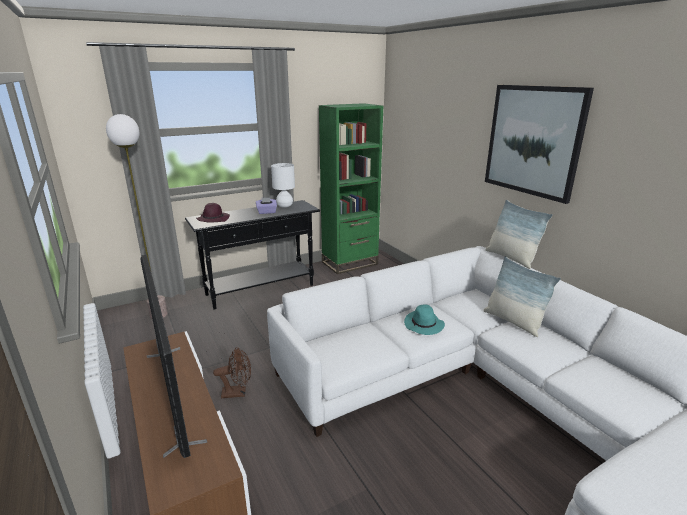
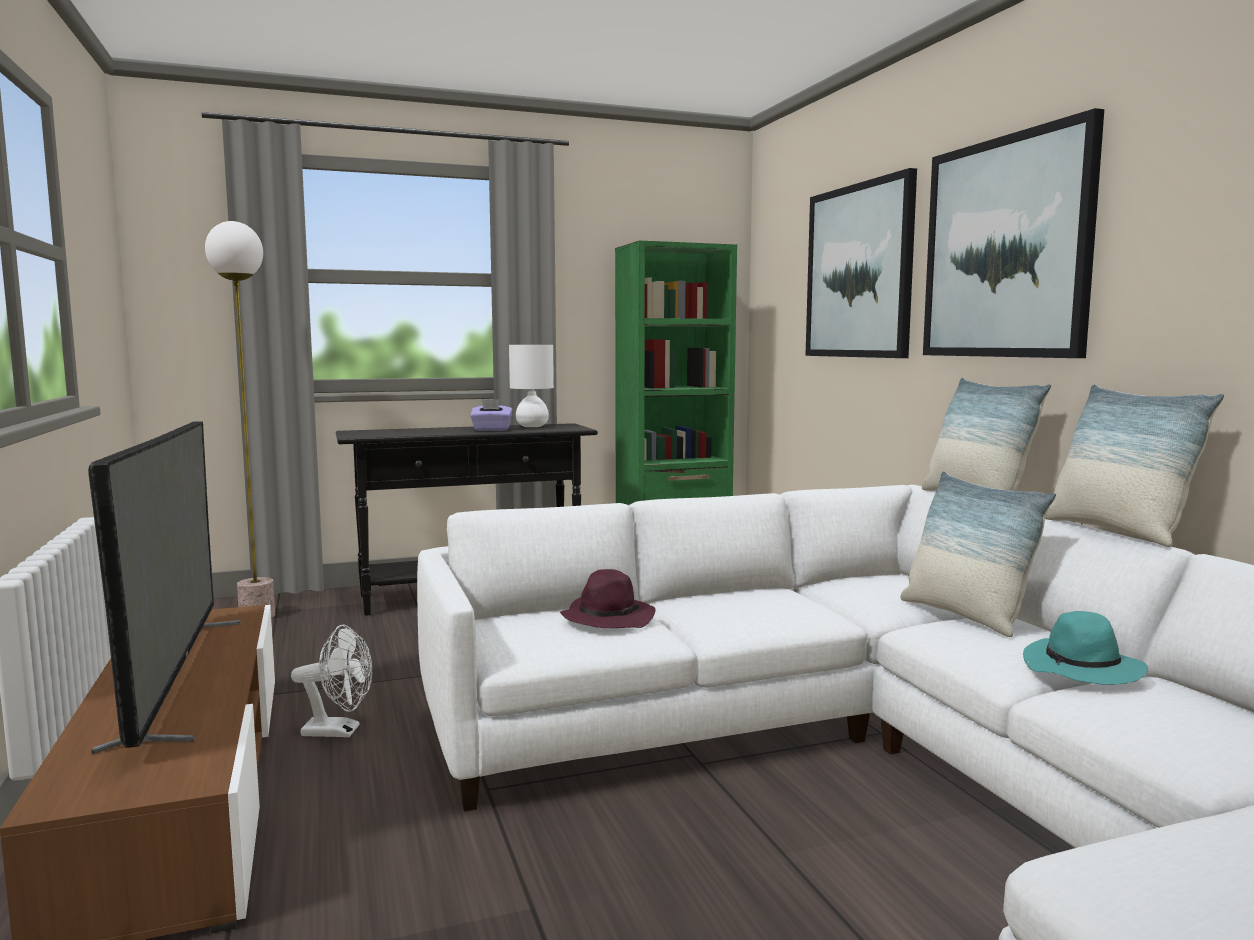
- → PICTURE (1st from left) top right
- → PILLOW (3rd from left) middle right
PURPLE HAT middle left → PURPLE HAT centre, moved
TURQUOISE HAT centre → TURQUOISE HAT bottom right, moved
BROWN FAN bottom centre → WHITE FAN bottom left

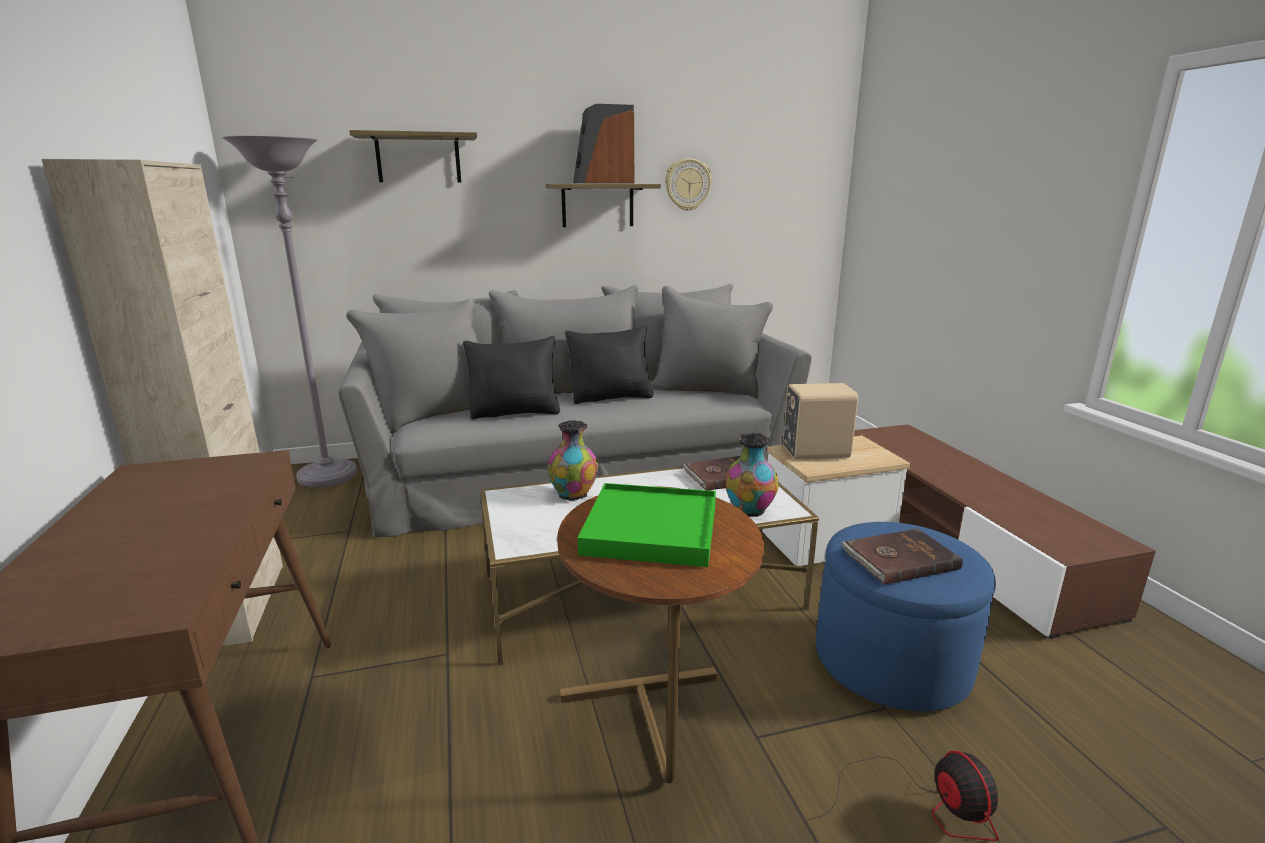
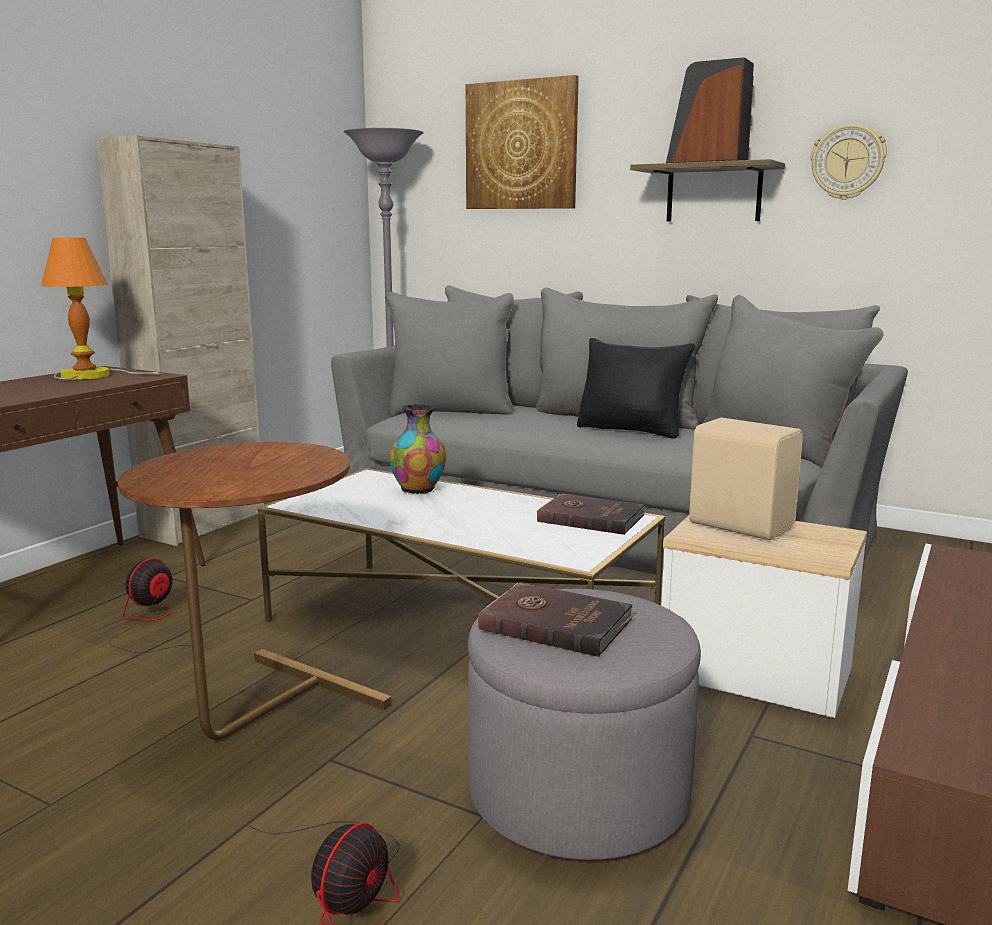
BLACK PILLOW (1st from left) centre → -
GREEN TRAY centre → -
VASE (2nd from left) centre → -
- → TABLE LAMP middle left
- → FAN (1st from left) middle left
SHELF (1st from left) top left → PICTURE top centre
BLUE OTTOMAN bottom right → GREY OTTOMAN bottom centre

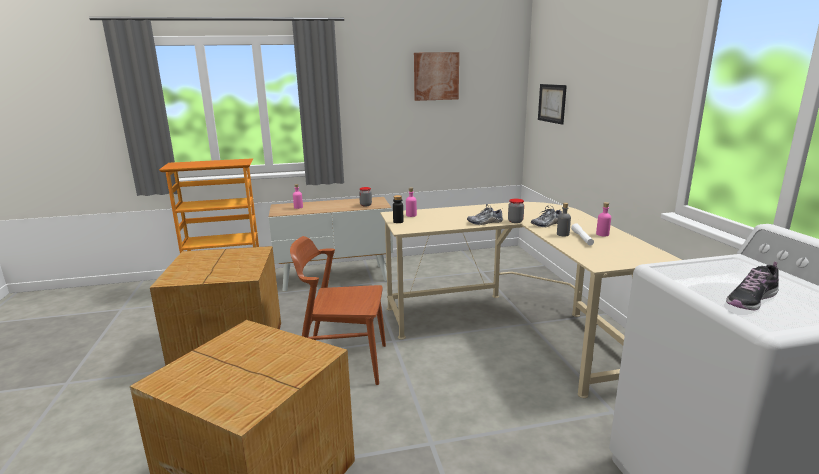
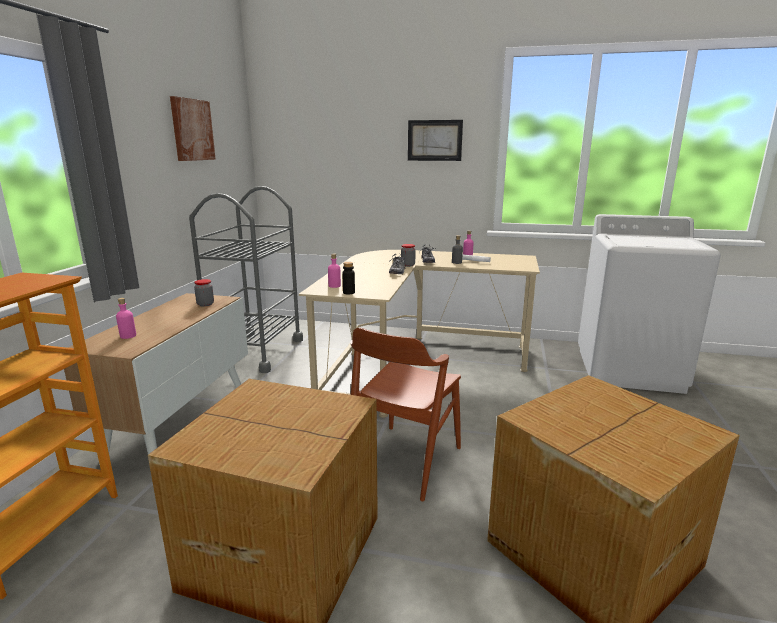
SHOE (3rd from left) middle right → -
- → GREY CART middle left
PICTURE (2nd from left) top right → PICTURE (2nd from left) top centre, moved

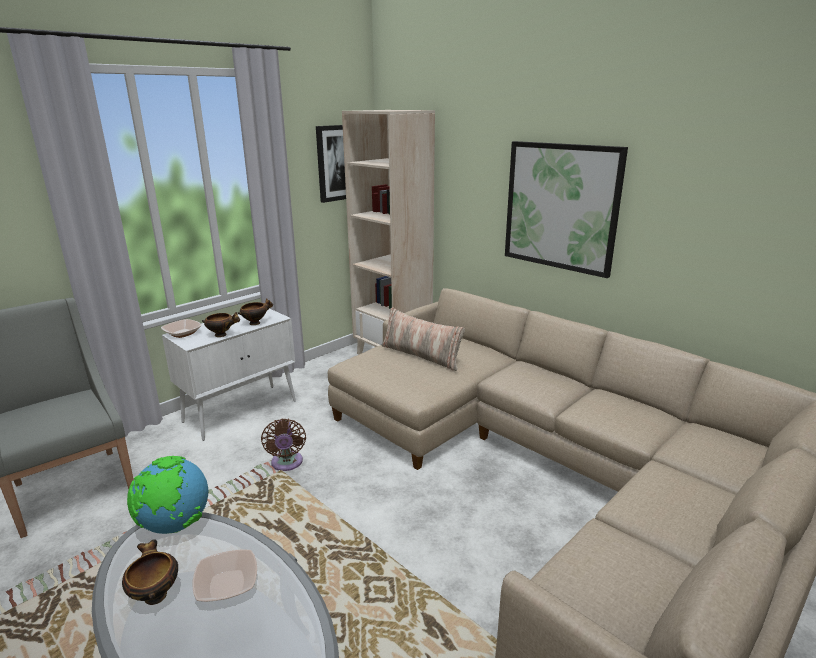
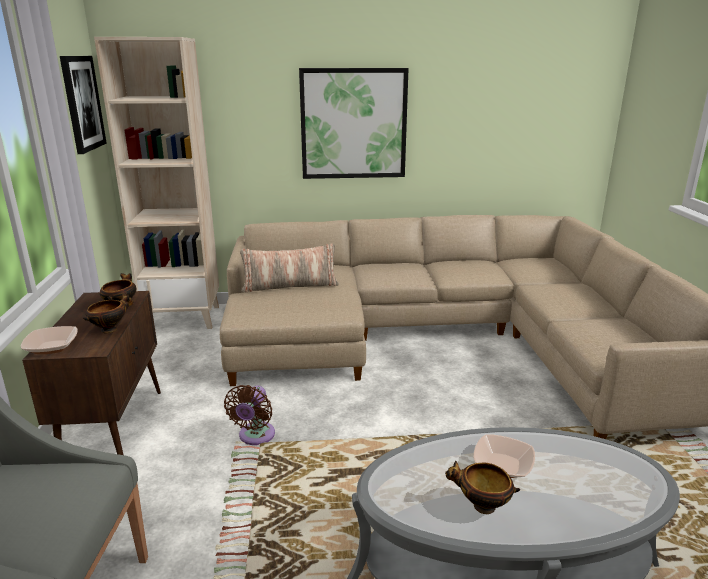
GLOBE bottom left → -
WHITE CABINET middle left → BROWN CABINET middle left
BROWN FAN bottom centre, 75 degrees clockwise

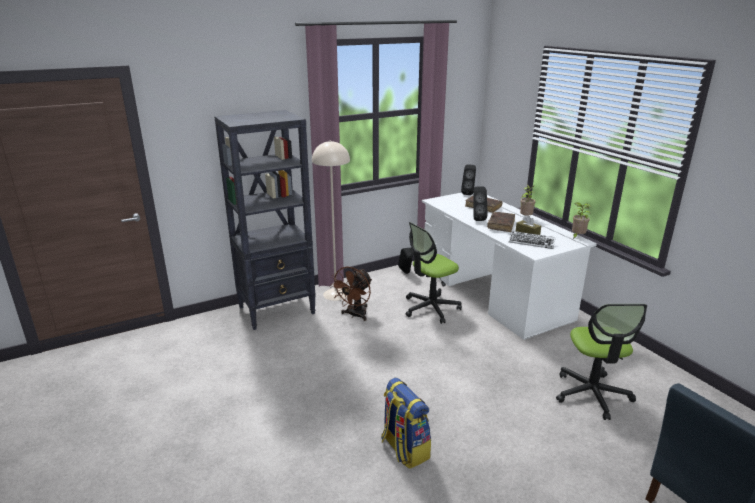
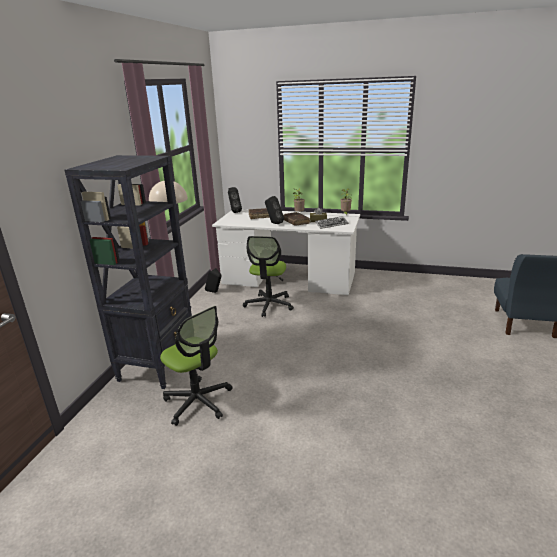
BROWN FAN centre → -
BACKPACK bottom centre → -
OFFICE CHAIR (2nd from left in the first image) bottom right → OFFICE CHAIR (1st from left) centre, moved

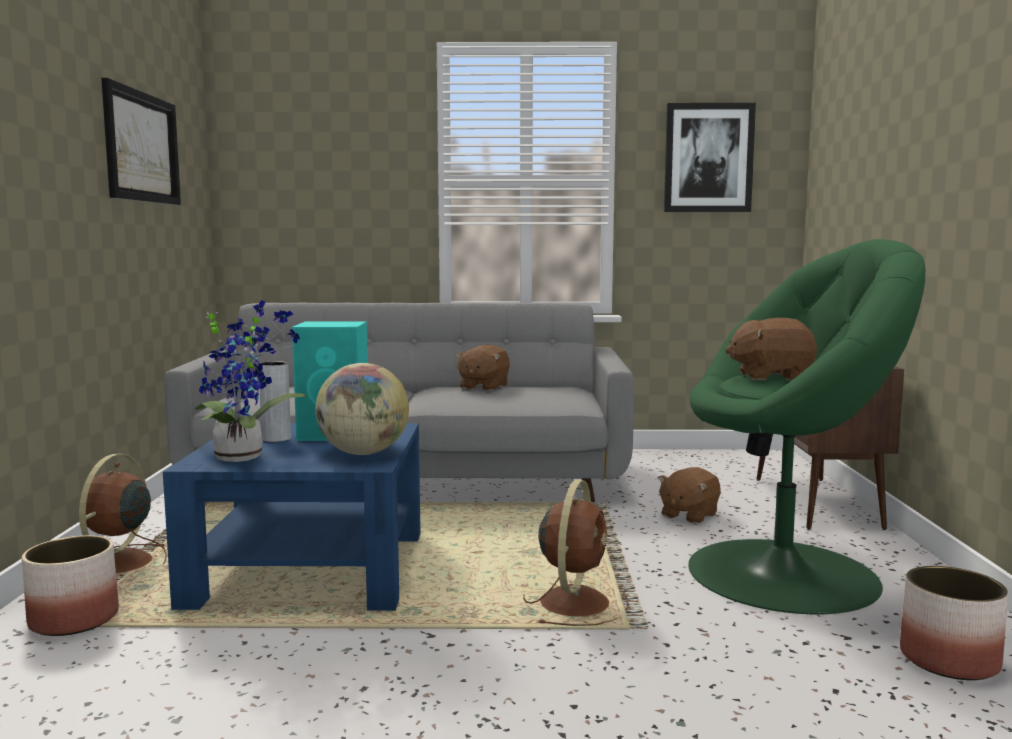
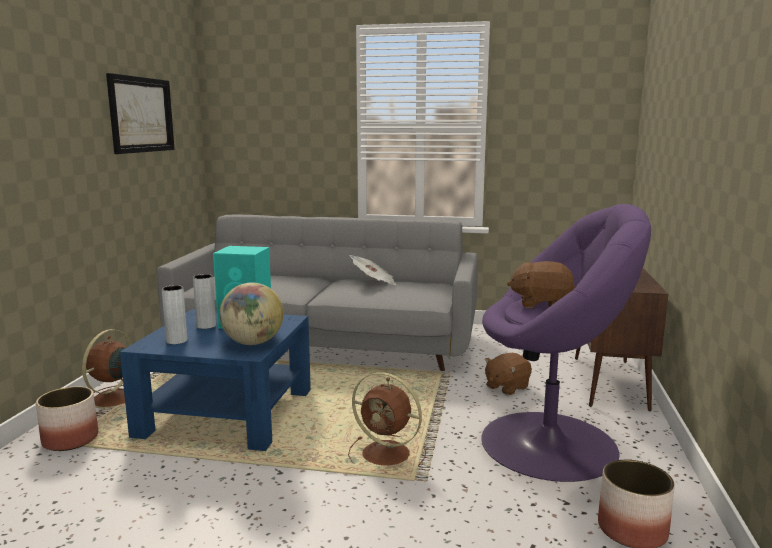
PICTURE (2nd from left) top right → -
POTTED PLANT middle left → GREY VASE (1st from left) middle left
BROWN PLUSH TOY (1st from left) centre → NEWSPAPER centre
GREEN ARMCHAIR middle right → PURPLE ARMCHAIR middle right
BROWN FAN (2nd from left) bottom centre, 90 degrees clockwise

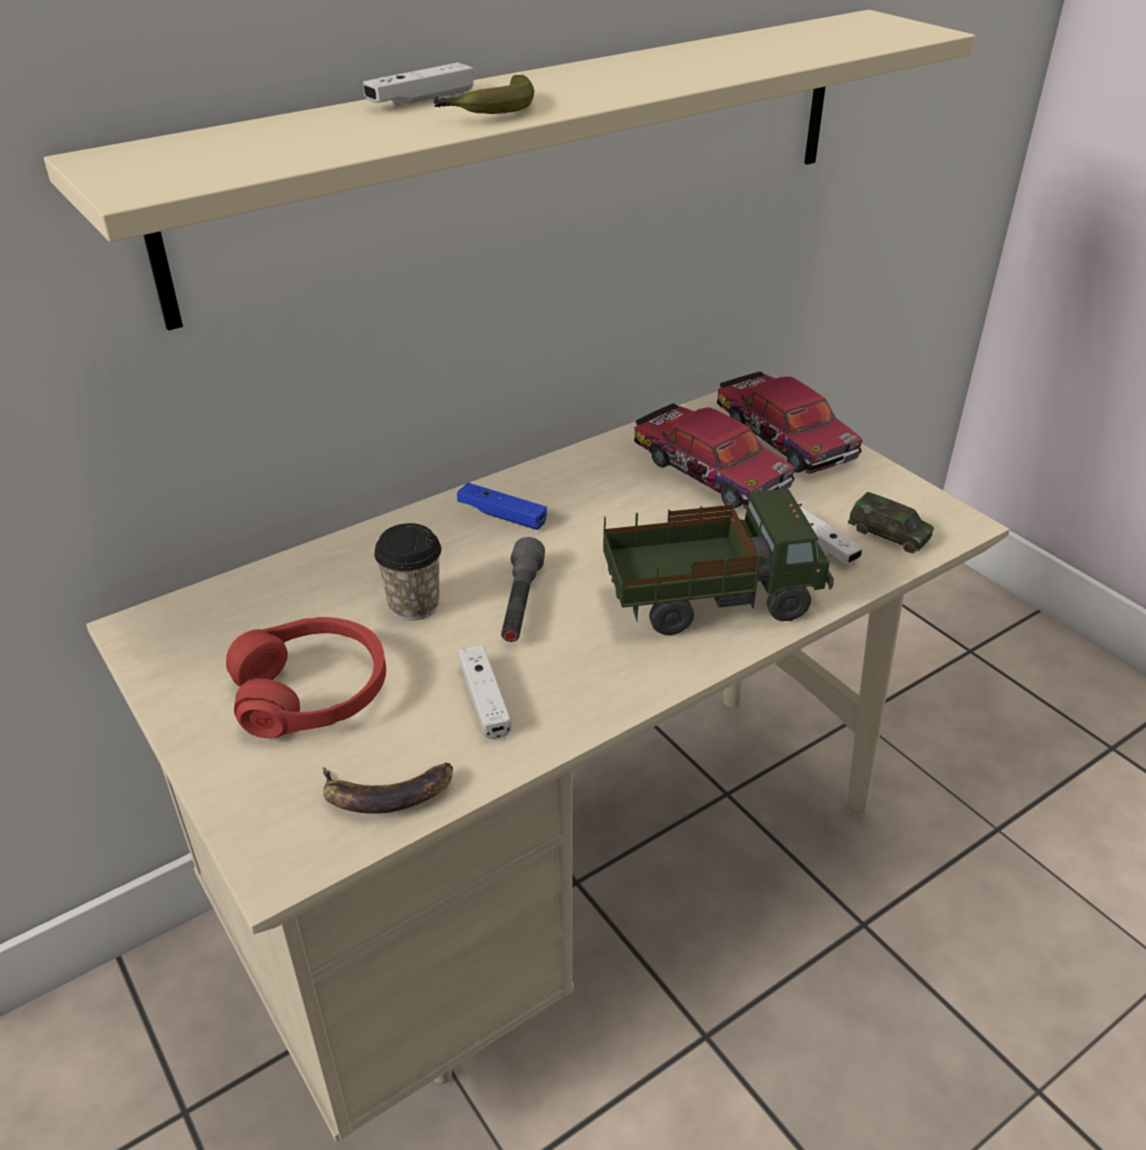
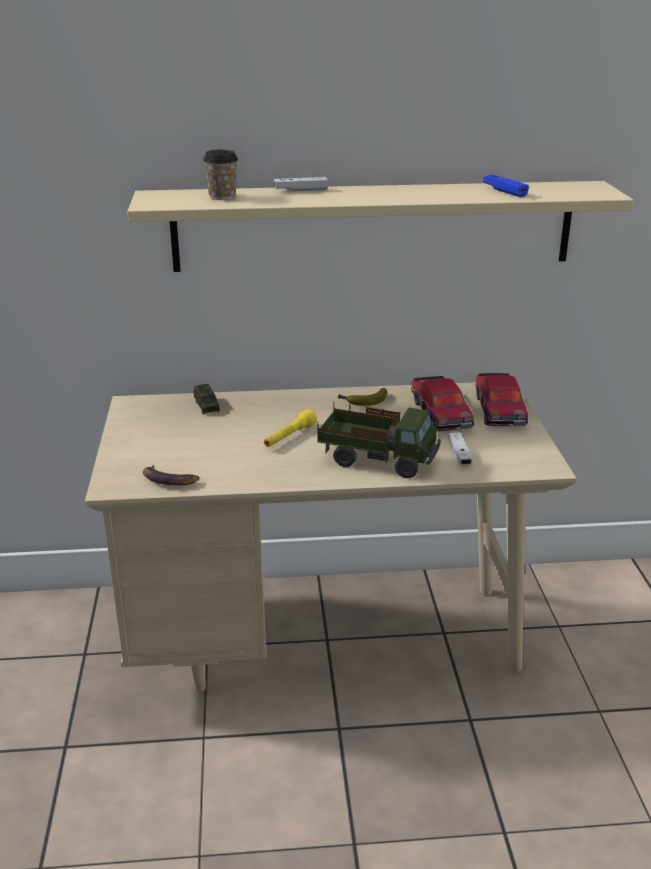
RED HEADPHONES middle left → -
WHITE GAME CONTROLLER (2nd from left) centre → -
CUP centre → CUP top centre, moved
BANANA (2nd from left) top centre → BANANA (2nd from left) centre, moved
BLUE GAME CONTROLLER centre → BLUE GAME CONTROLLER top right, moved
TOY CAR (3rd from left in the first image) middle right → TOY CAR (1st from left) middle left, moved
GREY FLASHLIGHT centre → YELLOW FLASHLIGHT centre

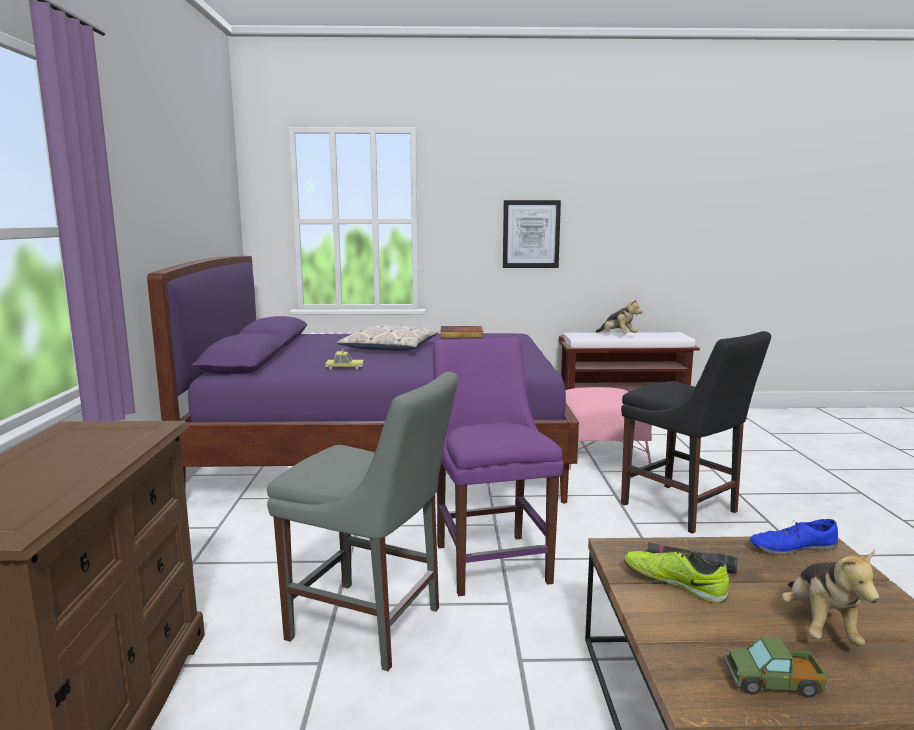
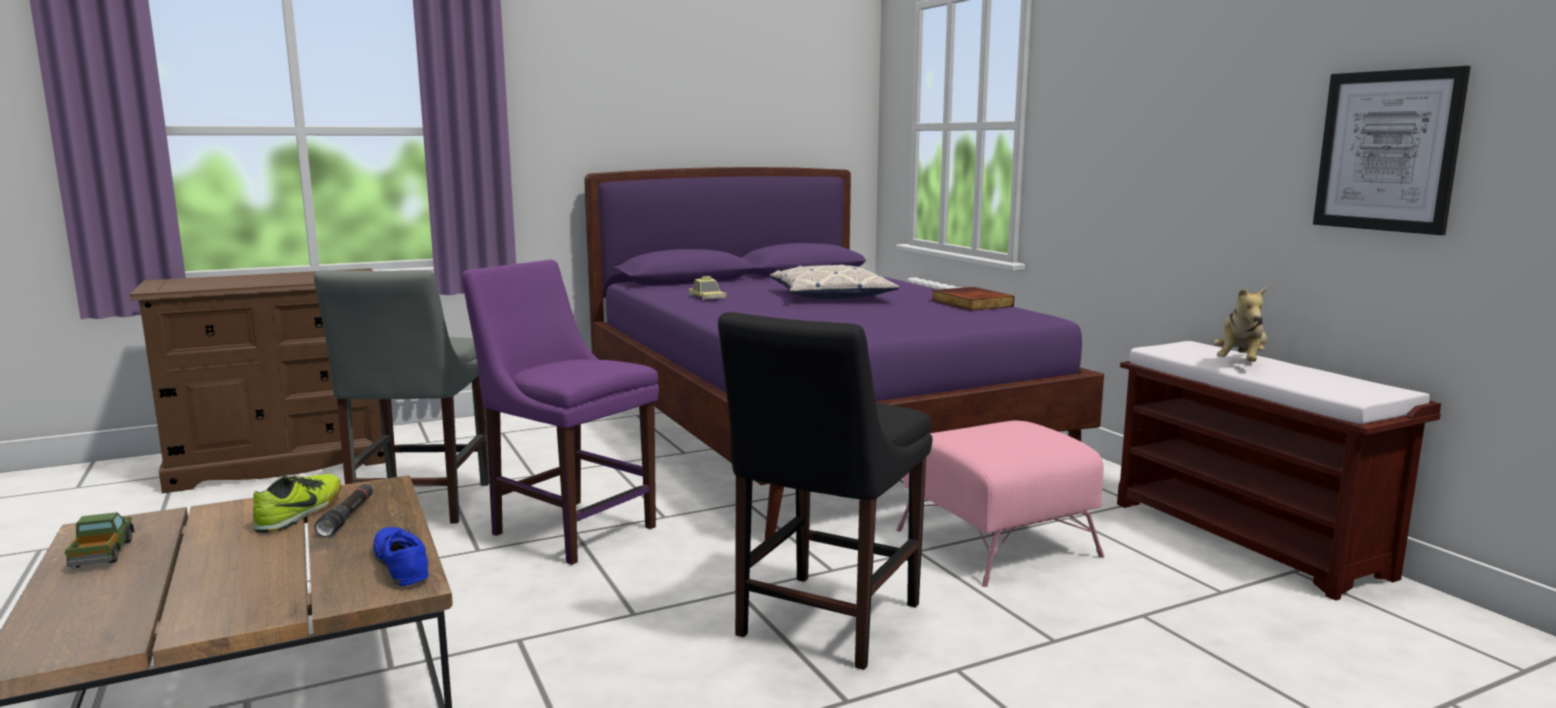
PLUSH TOY (2nd from left) bottom right → -
PICTURE top centre → PICTURE top right, moved
PURPLE CHAIR centre, 105 degrees counterclockwise

